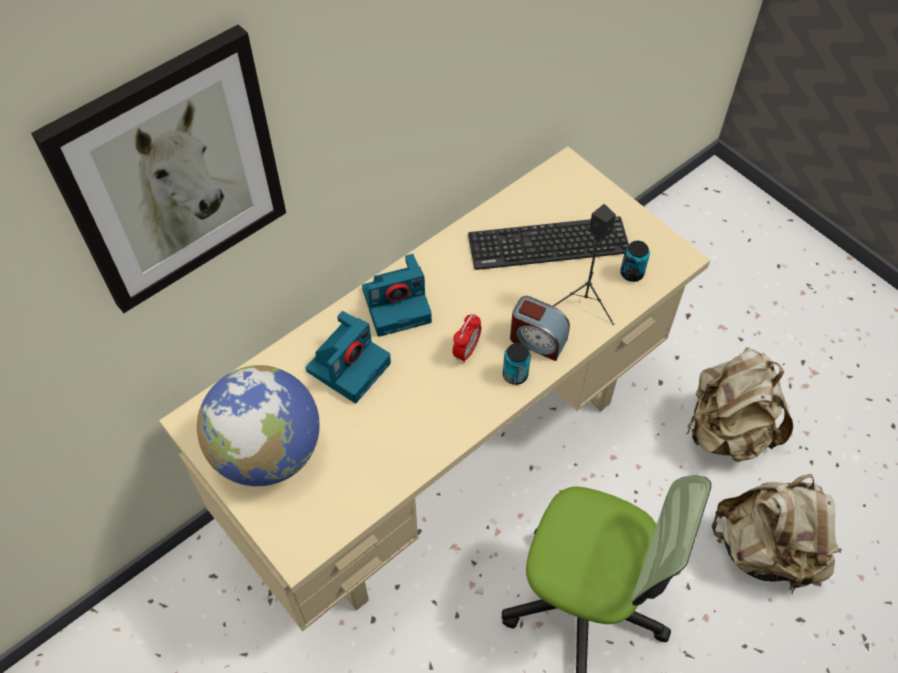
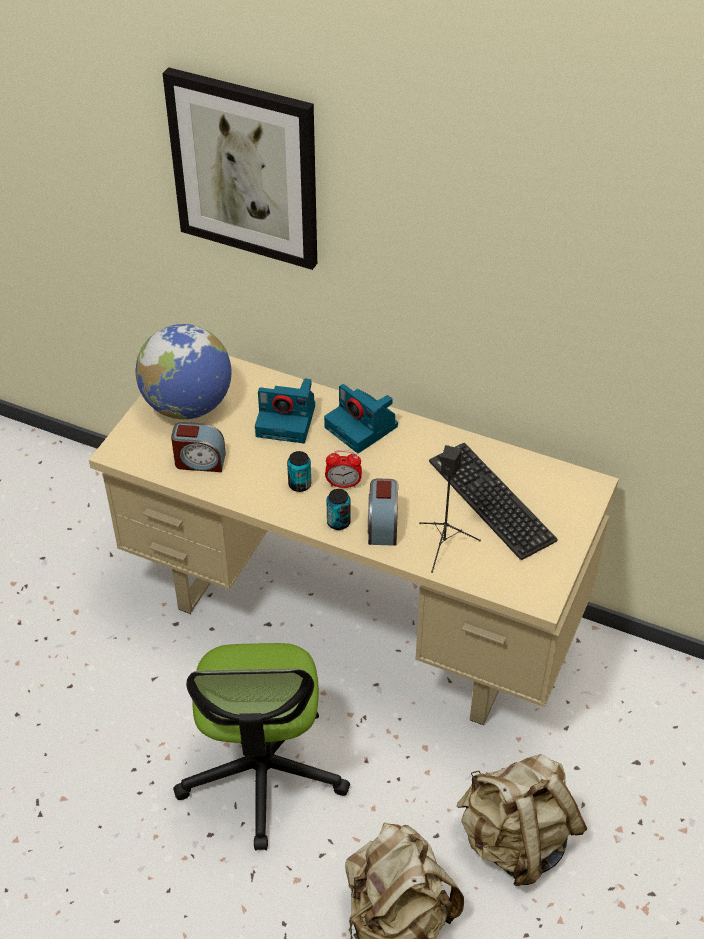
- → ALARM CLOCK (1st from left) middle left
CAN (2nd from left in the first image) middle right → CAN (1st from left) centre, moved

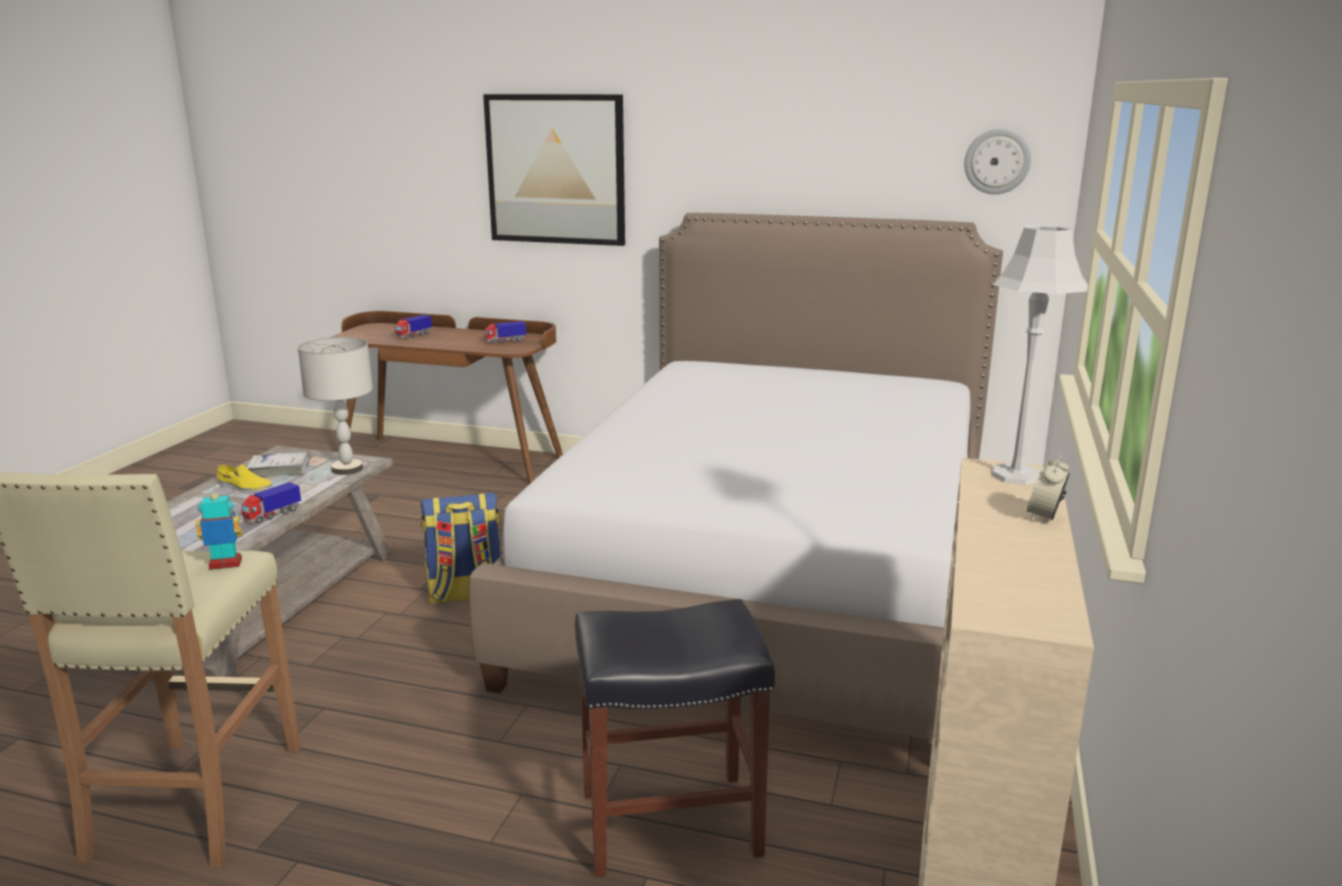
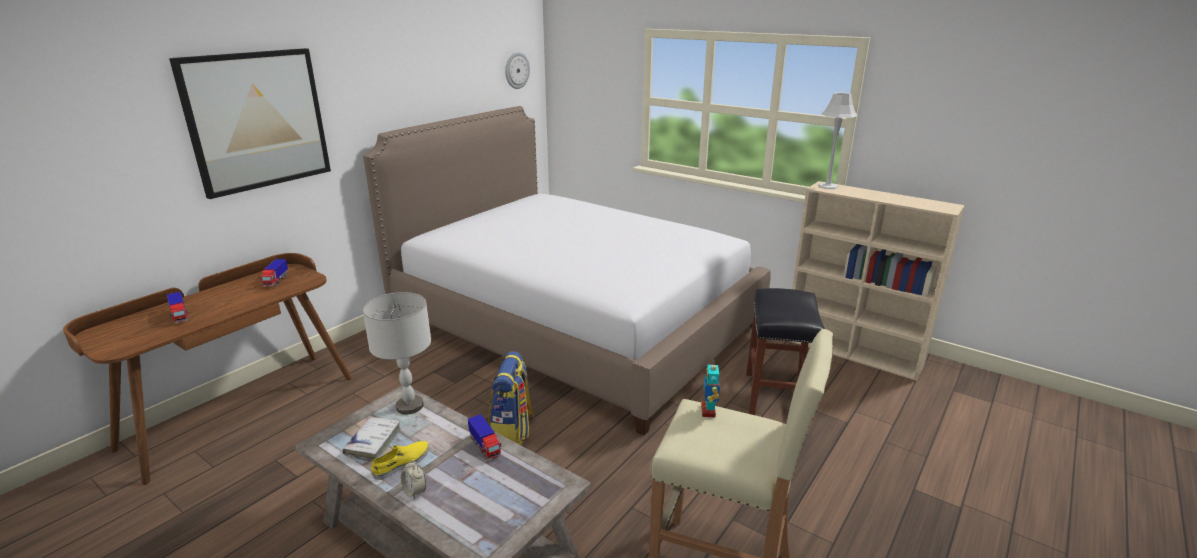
ALARM CLOCK middle right → ALARM CLOCK bottom centre, moved

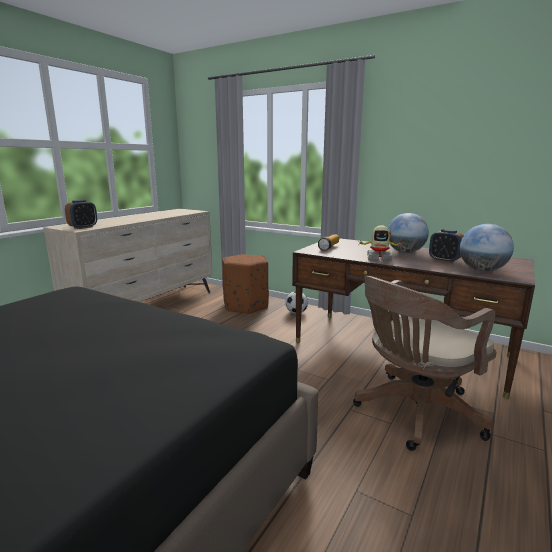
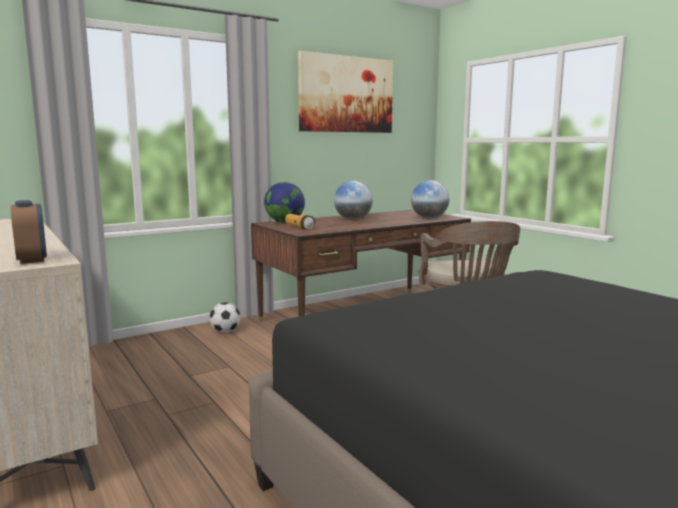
BROWN OTTOMAN centre → -
TOY ROBOT middle right → -
ALARM CLOCK (2nd from left) middle right → -
- → GLOBE (1st from left) centre
- → PICTURE top centre

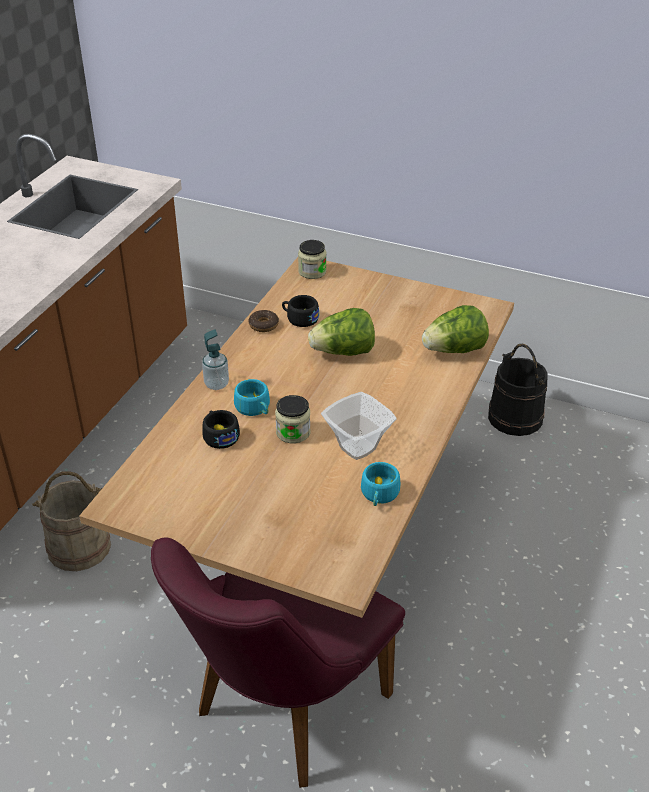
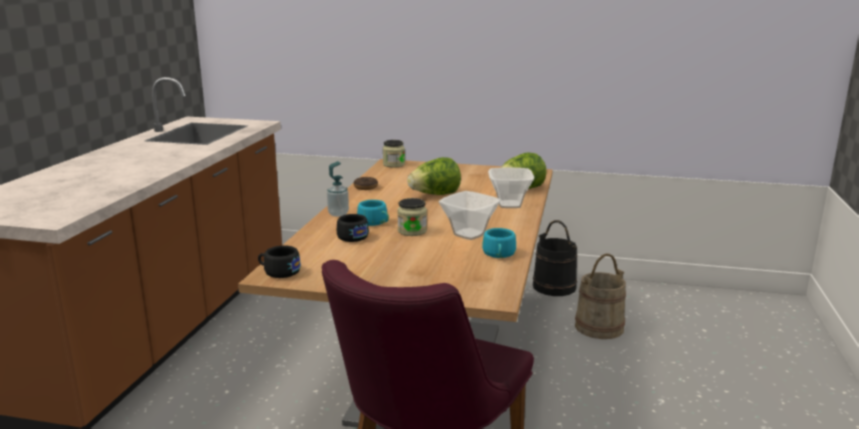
- → BOWL (2nd from left) centre
BEIGE BUCKET middle left → BEIGE BUCKET bottom right, moved
BLACK CUP (2nd from left in the first image) centre → BLACK CUP (1st from left) middle left, moved

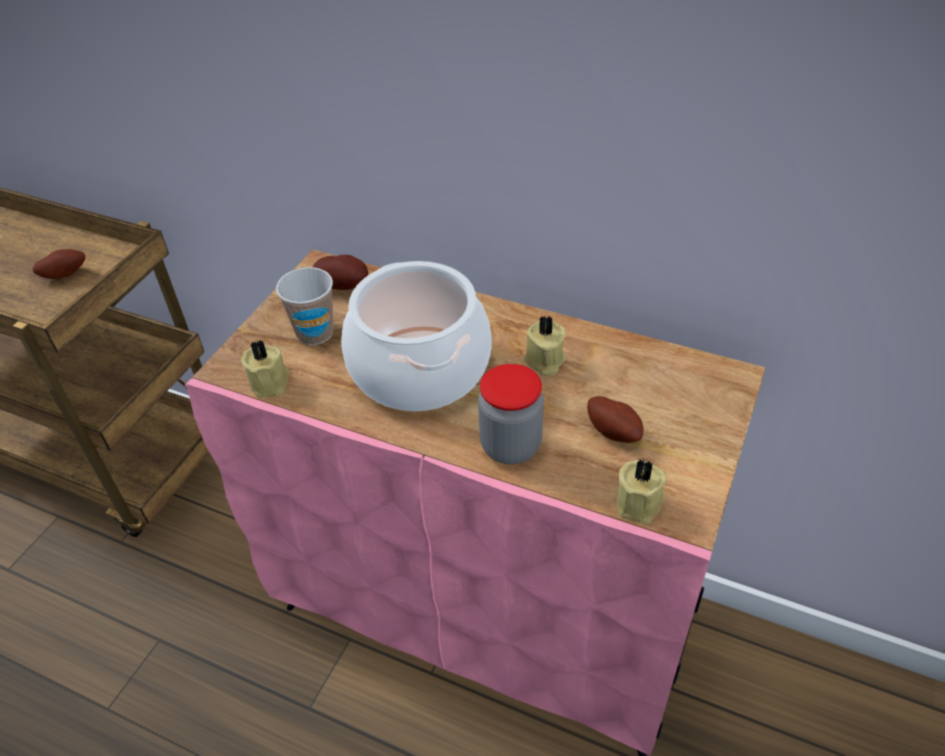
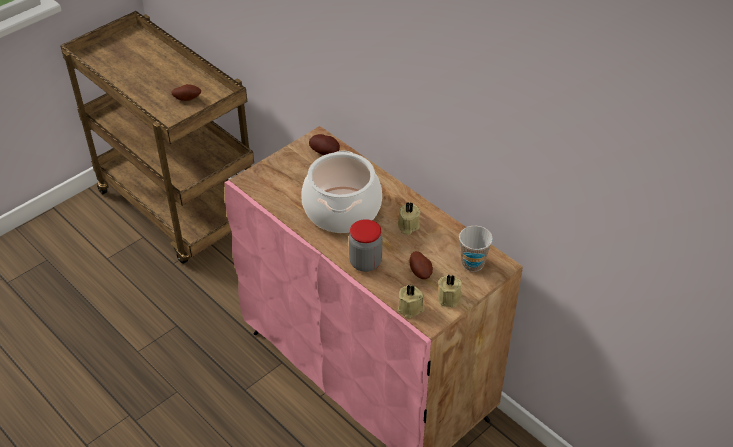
BEIGE CANDLE (1st from left in the first image) middle left → BEIGE CANDLE (3rd from left) centre, moved
CUP middle left → CUP centre, moved

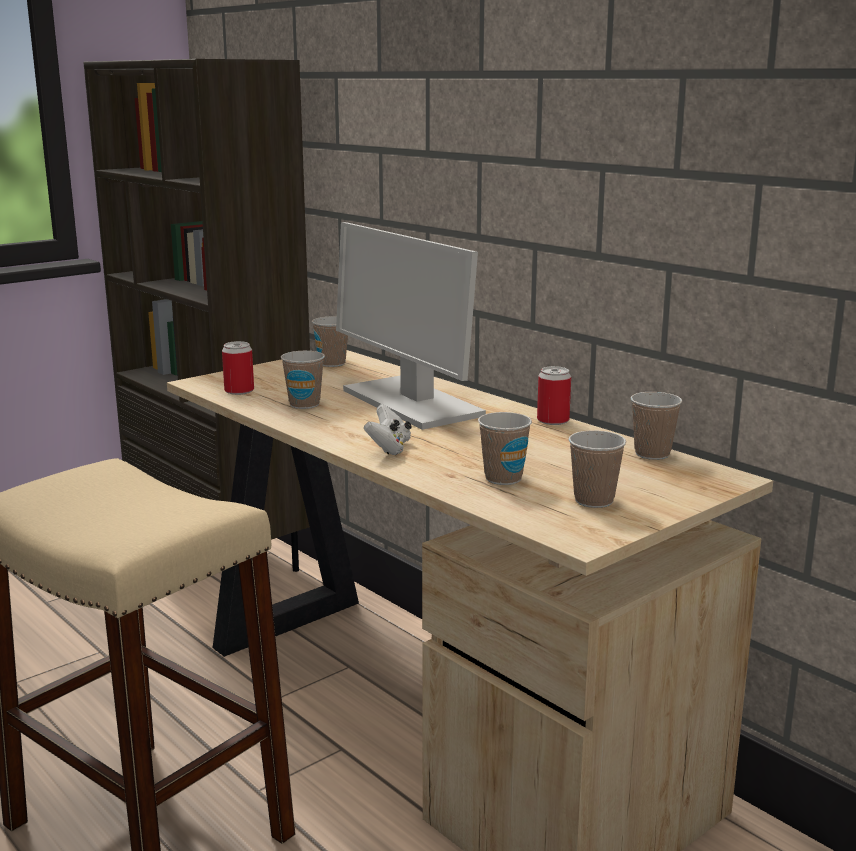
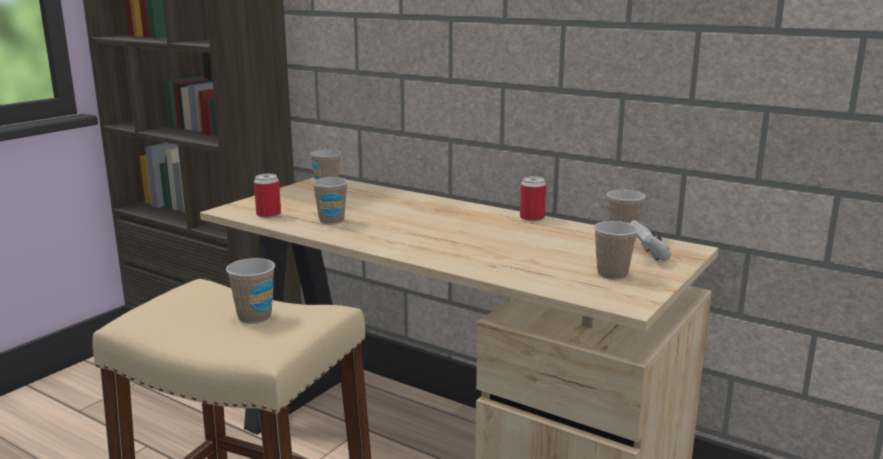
MONITOR centre → -
WHITE GAME CONTROLLER centre → WHITE GAME CONTROLLER middle right, moved
CUP (3rd from left in the first image) centre → CUP (1st from left) middle left, moved

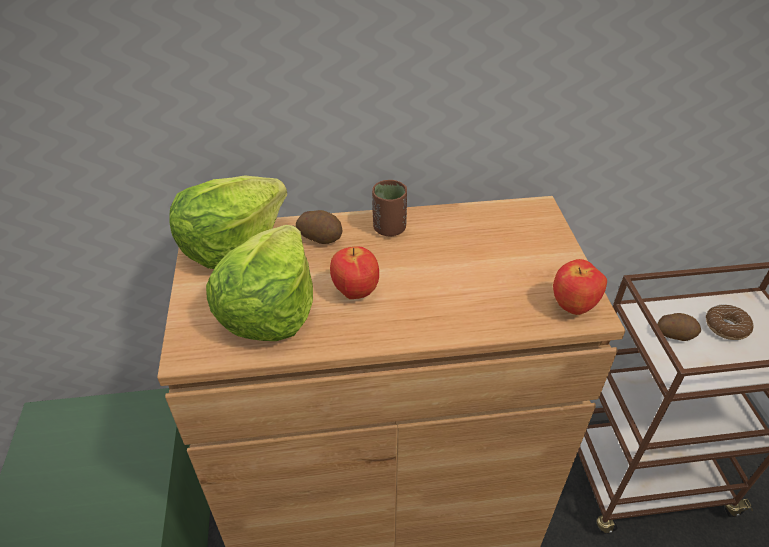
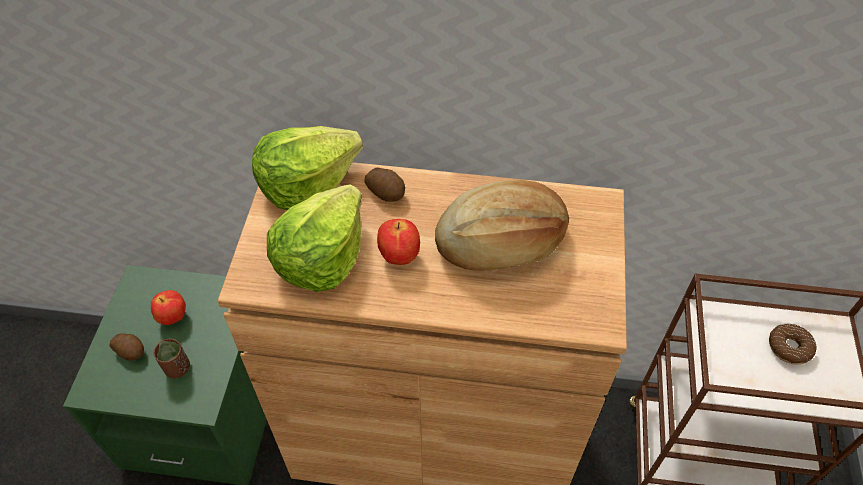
- → BREAD centre
BROWN CUP centre → BROWN CUP bottom left, moved
APPLE (2nd from left in the first image) middle right → APPLE (1st from left) middle left, moved
POTATO (2nd from left in the first image) middle right → POTATO (1st from left) bottom left, moved

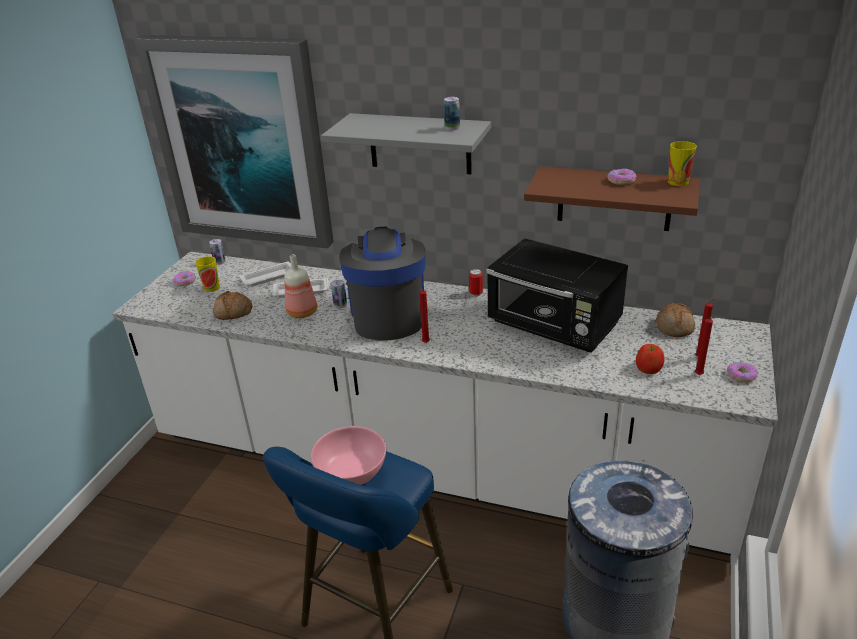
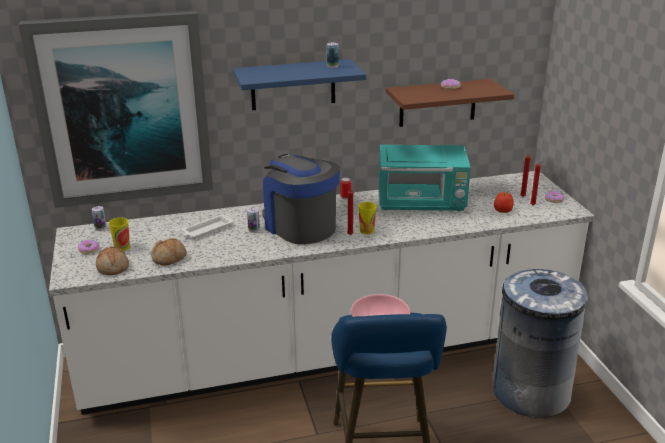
WHITE TRAY (1st from left) middle left → -
BOTTLE centre → -
BREAD (2nd from left in the first image) middle right → BREAD (1st from left) middle left, moved
CUP (2nd from left) top right → CUP (2nd from left) centre, moved
GREY SHELF top centre → BLUE SHELF top centre
BLACK MICROWAVE centre → TURQUOISE MICROWAVE centre

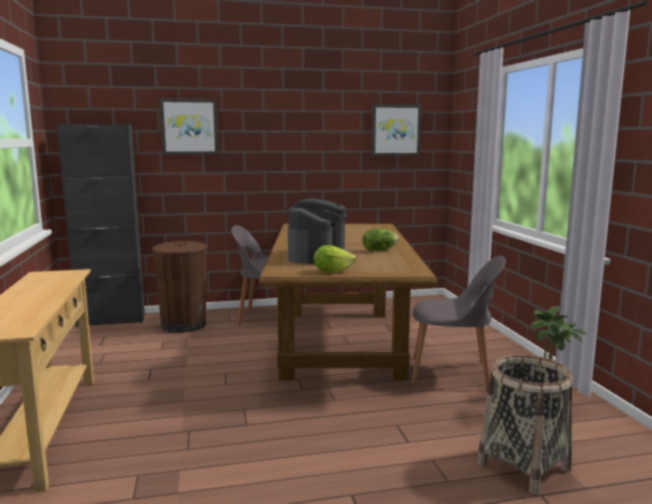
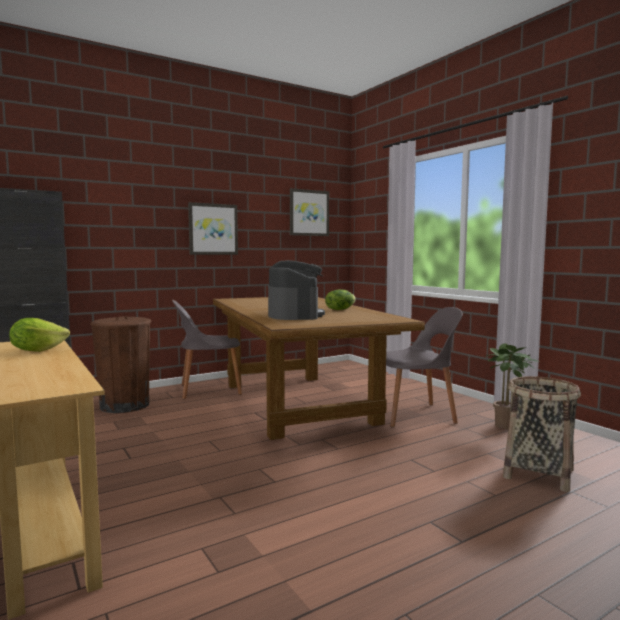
PICTURE (1st from left) top left → PICTURE (1st from left) centre, moved
LETTUCE (1st from left) centre → LETTUCE (1st from left) middle left, moved

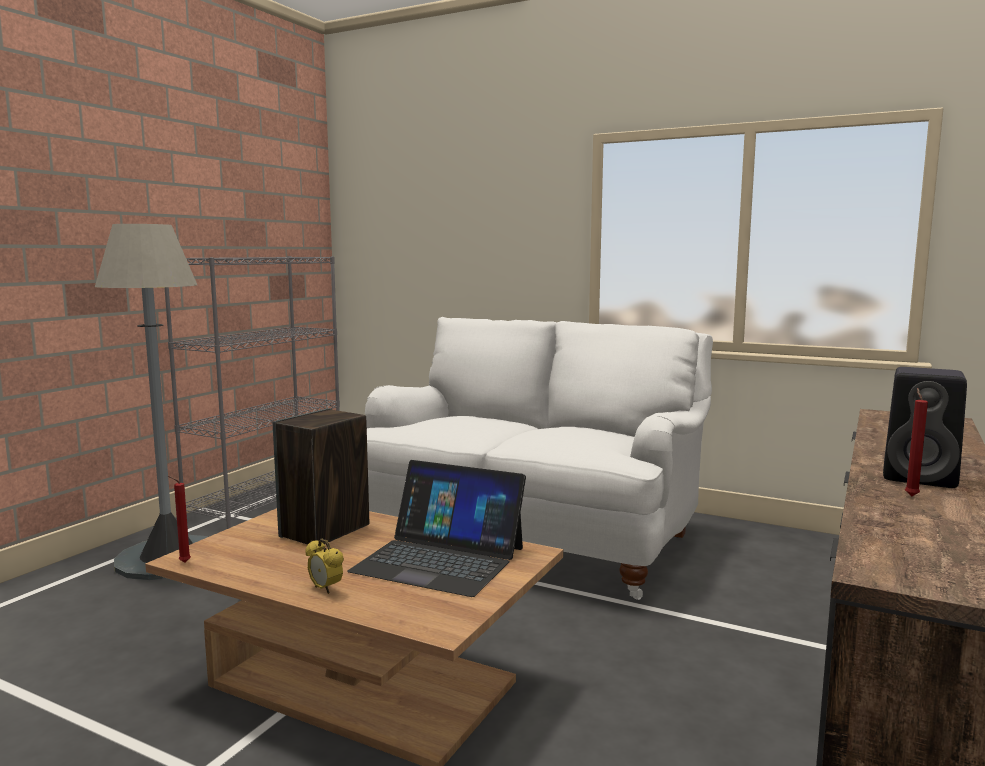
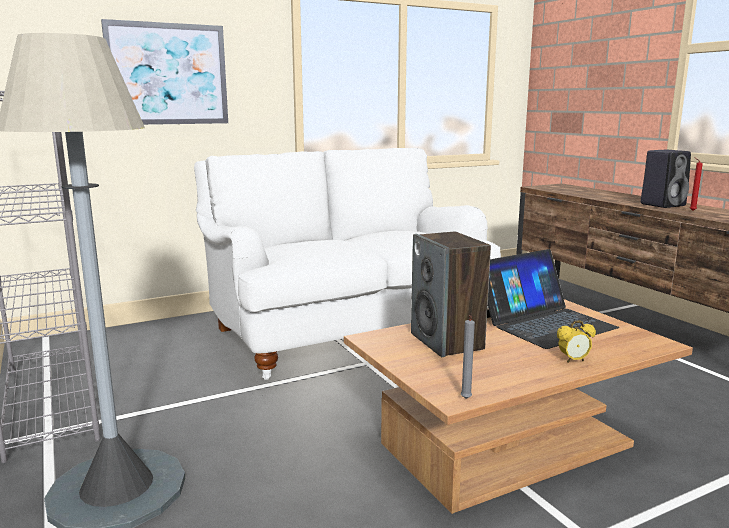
- → PICTURE top left
RED CANDLE (1st from left) bottom left → GREY CANDLE bottom centre

